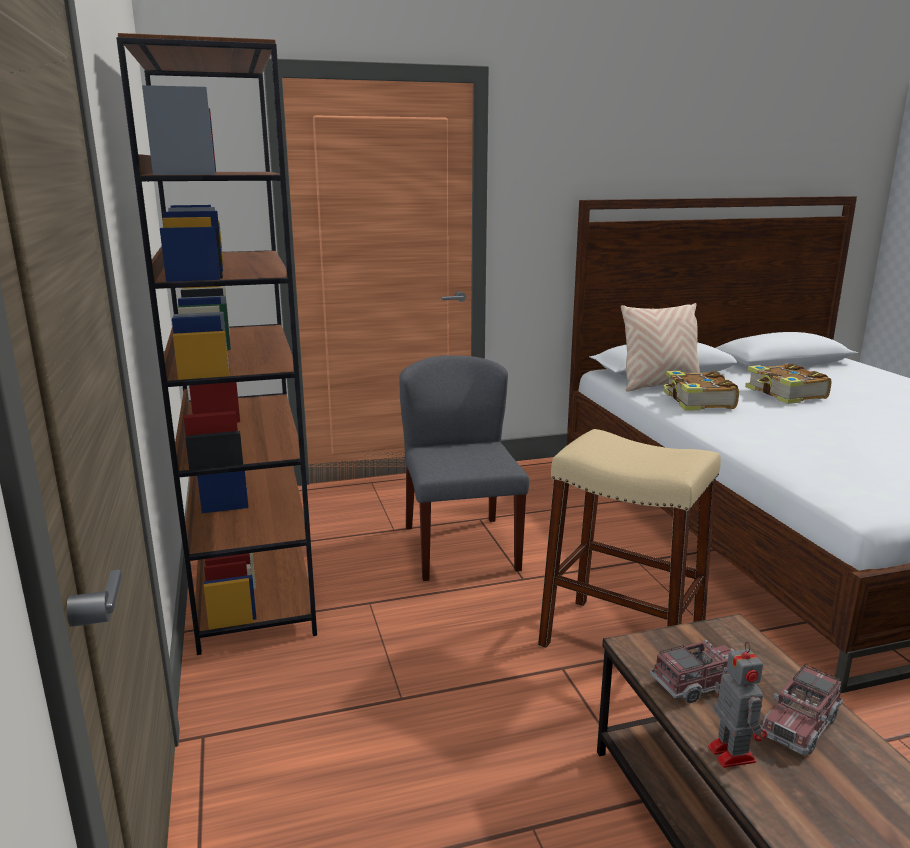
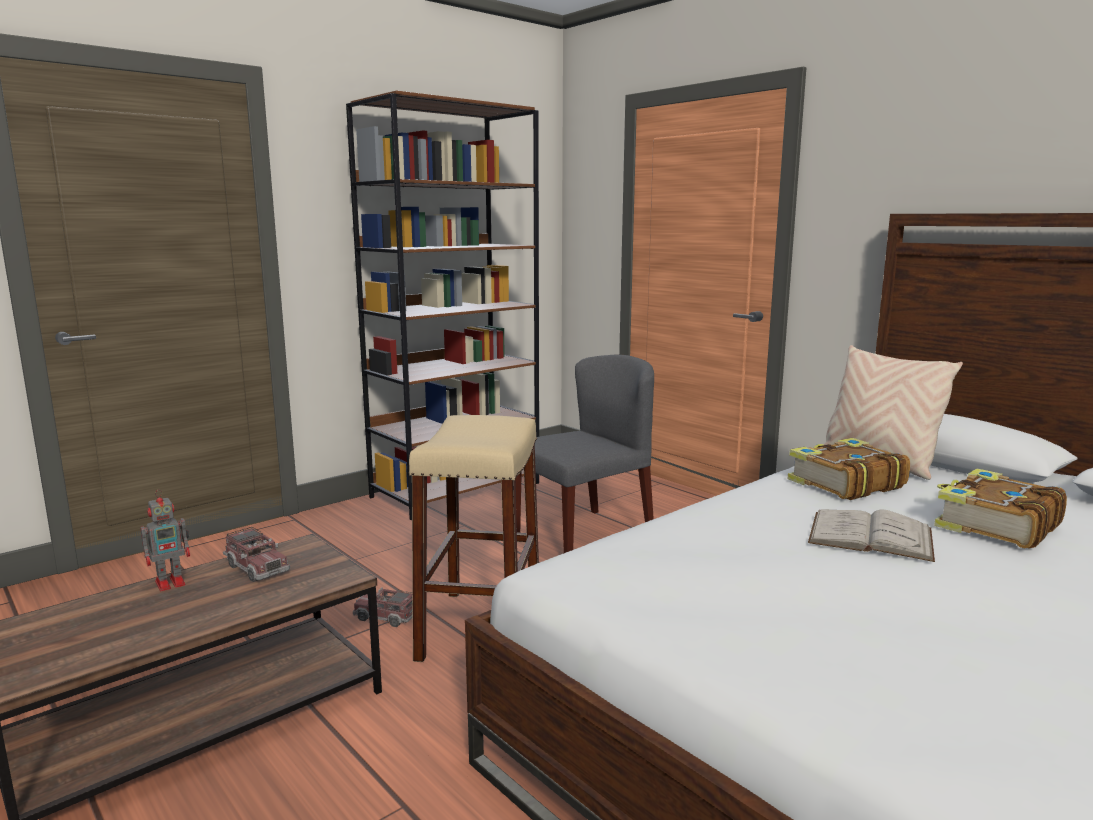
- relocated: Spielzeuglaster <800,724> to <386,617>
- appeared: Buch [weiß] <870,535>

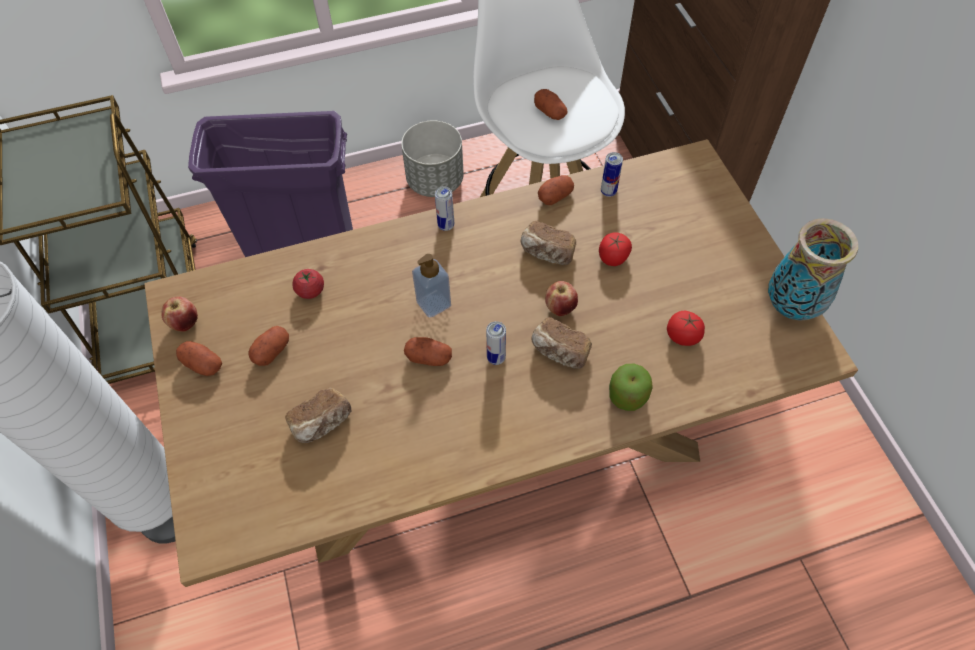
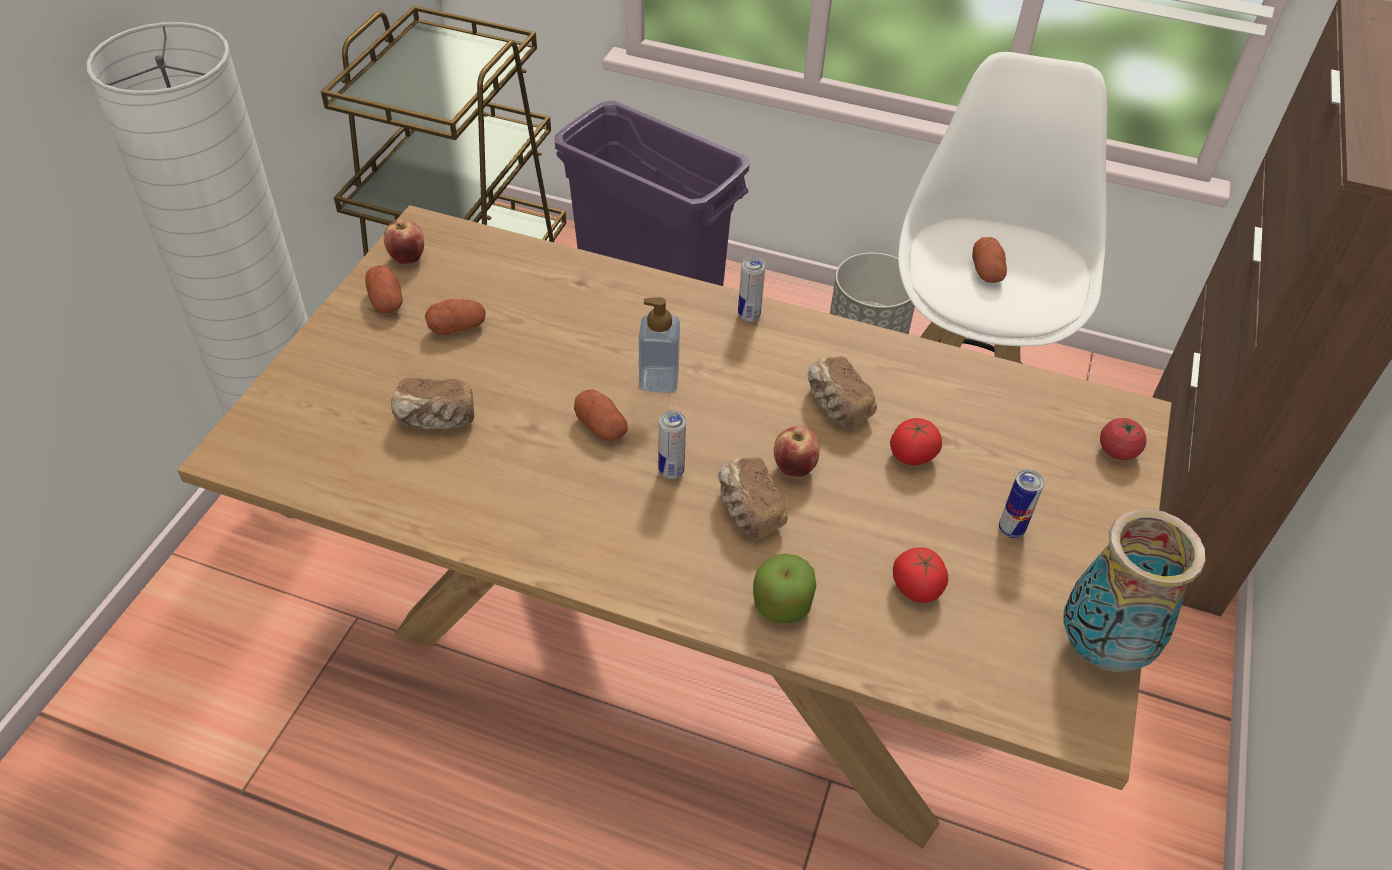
- relocated: Dose <608,192> to <1011,530>
- missing: Kartoffel <555,196>
- relocated: Tomate <310,291> to <1117,451>

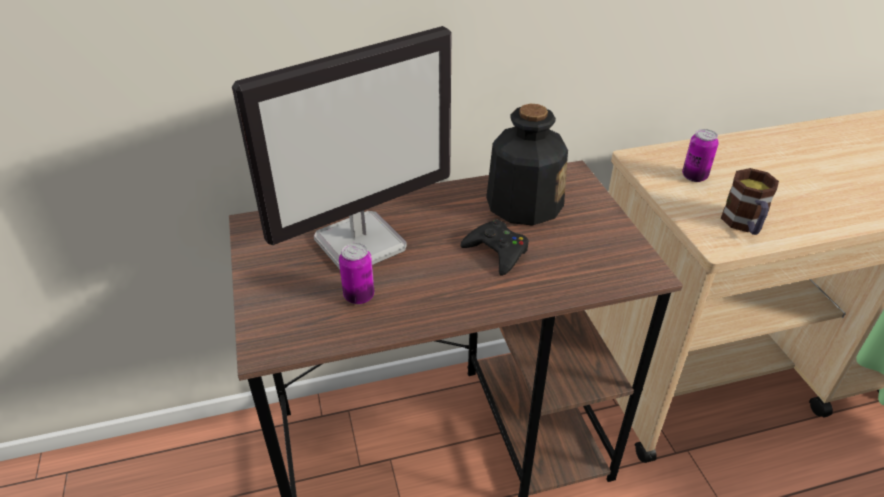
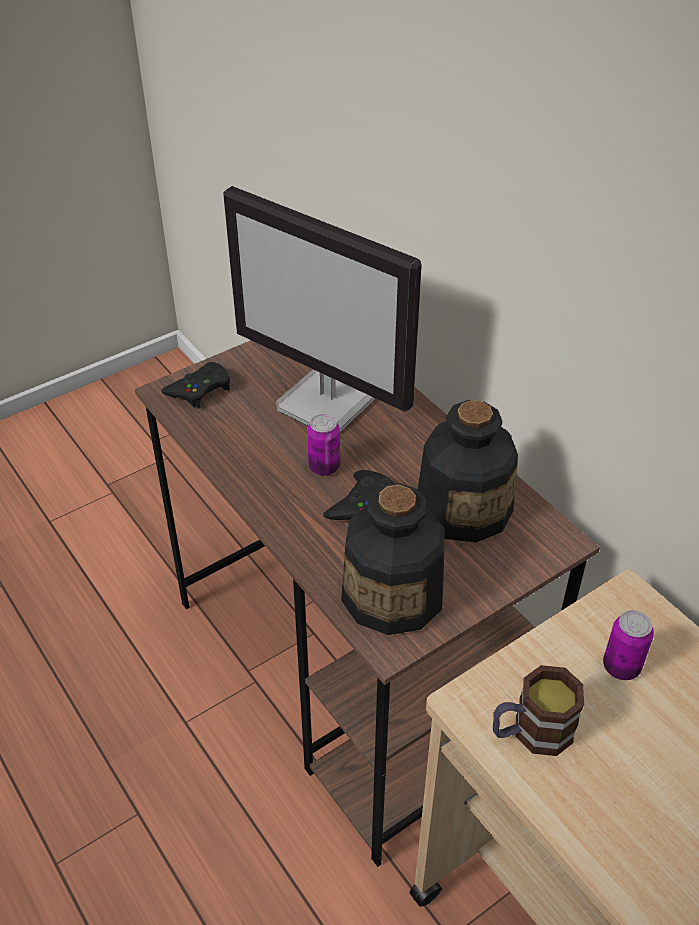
- relocated: Dose <359,296> to <324,467>
- appeared: Gamepad [schwarz] <200,390>
- appeared: Flasche <393,594>

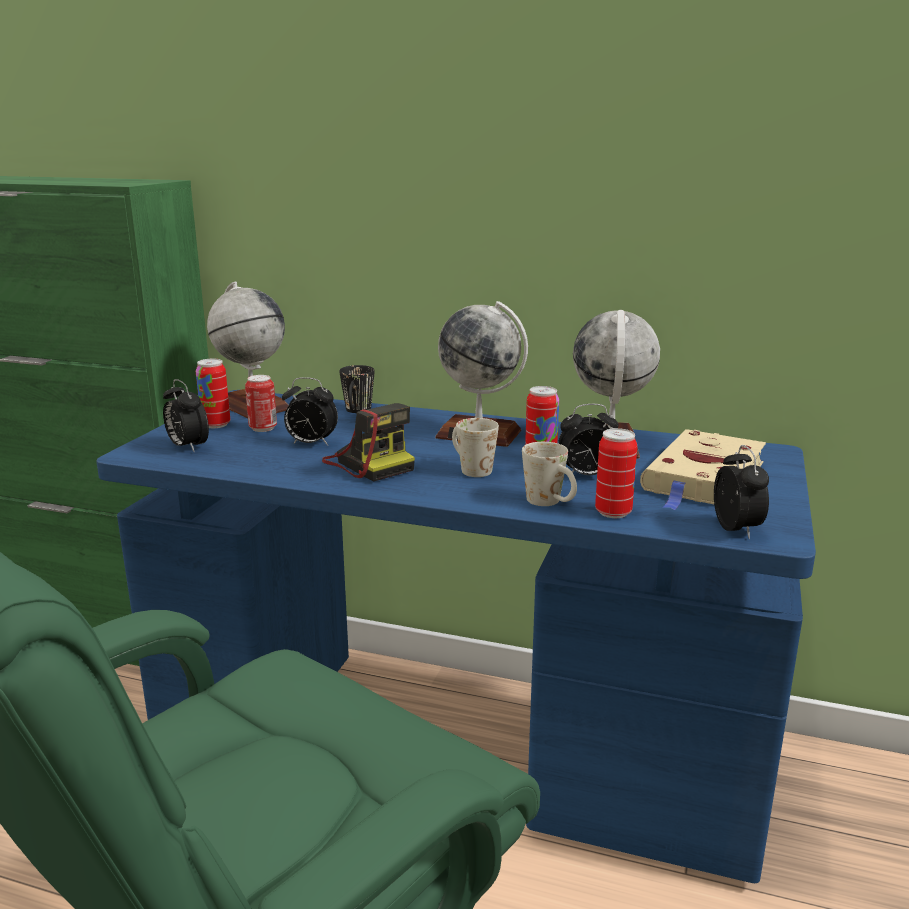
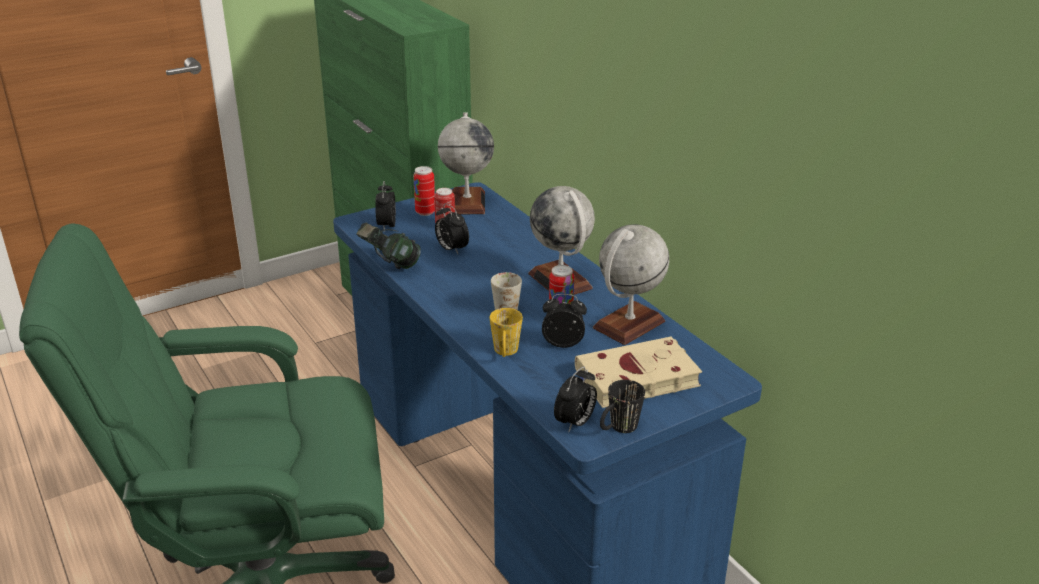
- relocated: Henkelbecher [schwarz] <357,412> to <618,429>
- missing: Kamera <369,463>
- spun: Wecker <586,476> = <563,343> 150 degrees clockwise
- missing: Dose <613,512>
- colour: Henkelbecher [weiß] <551,503> to Henkelbecher [gelb] <506,354>
- appeared: Kopfhörer <389,265>

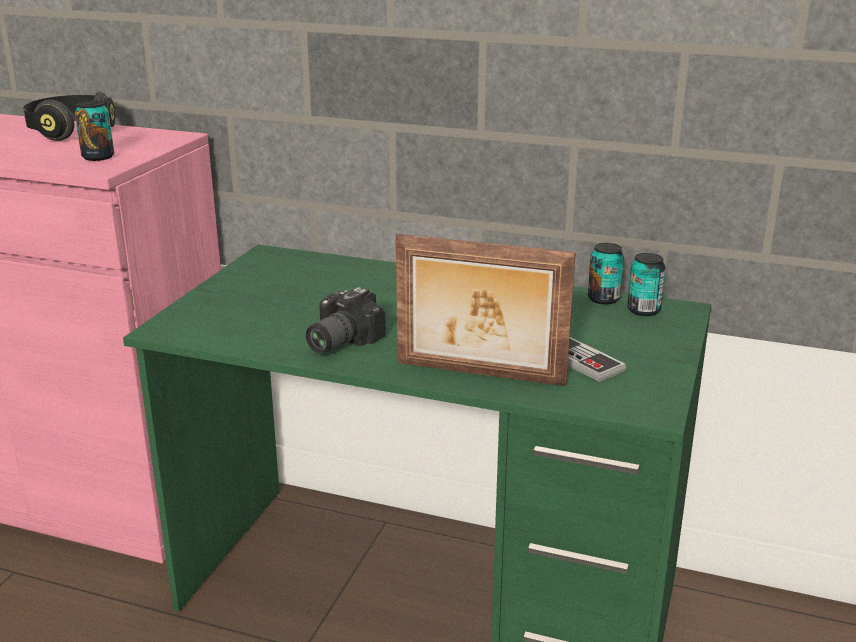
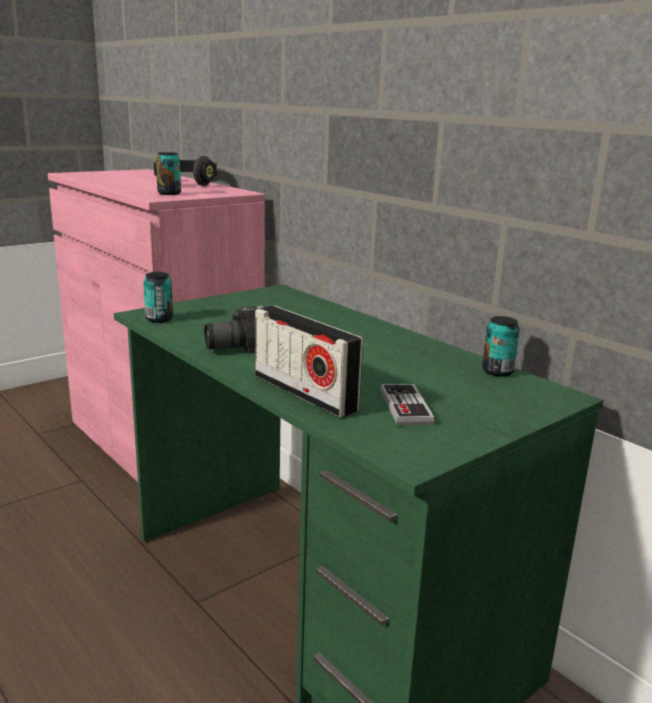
- exchanged: Bilderrahmen <479,375> to Radio <304,393>
- relocated: Dose <643,310> to <159,319>

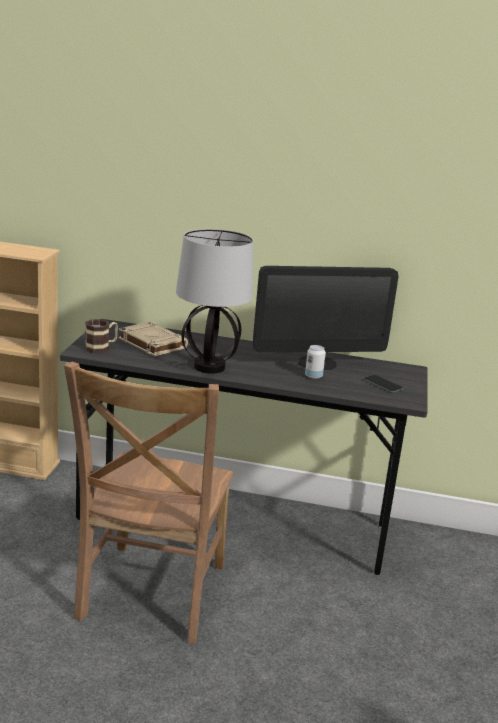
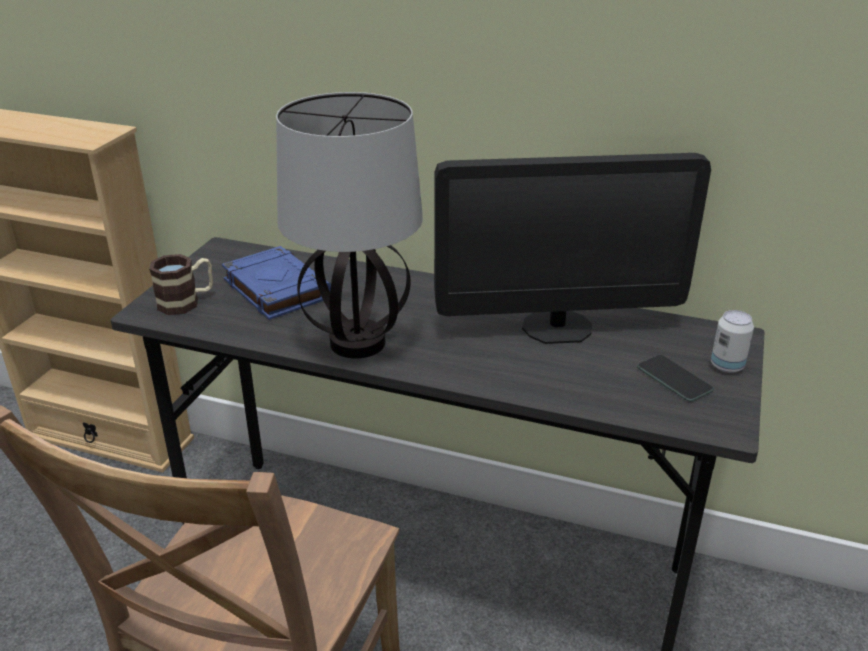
- colour: Buch [beige] <151,343> to Buch [blau] <276,288>
- relocated: Dose <313,376> to <727,366>

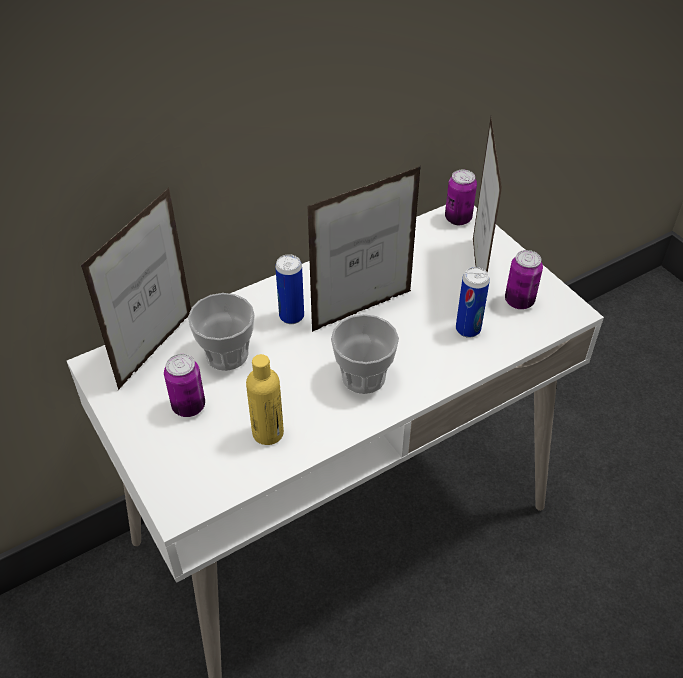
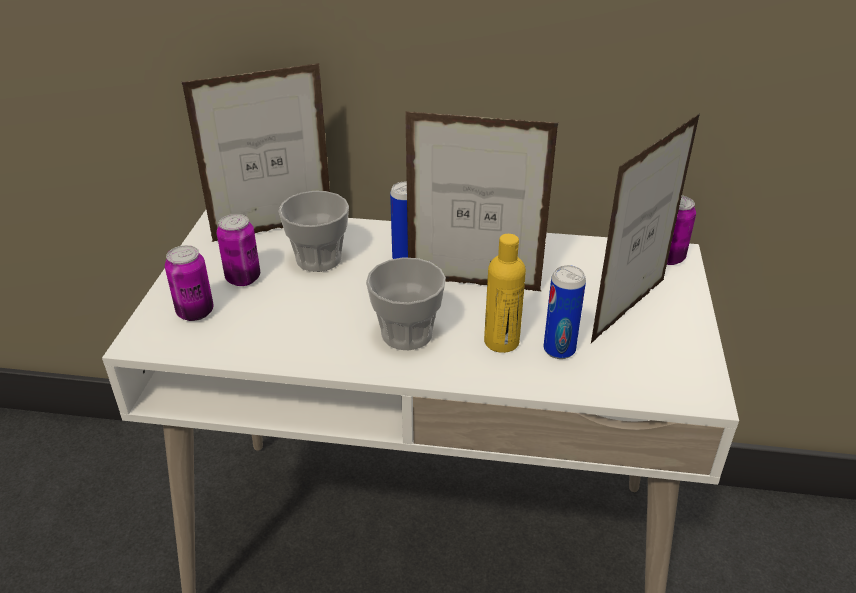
- relocated: Dose <519,301> to <195,312>
- relocated: Flasche [gelb] <268,433> to <501,341>

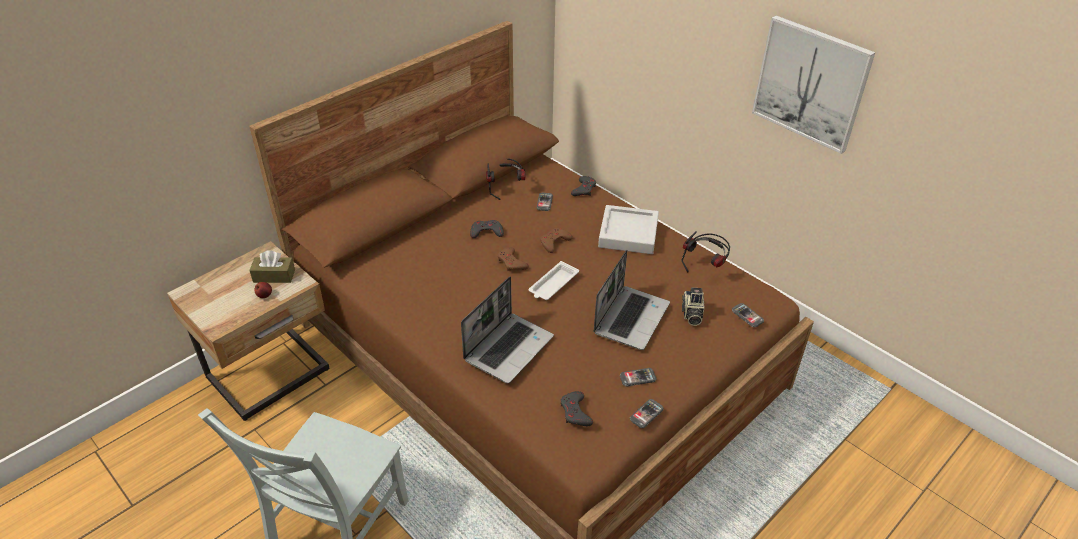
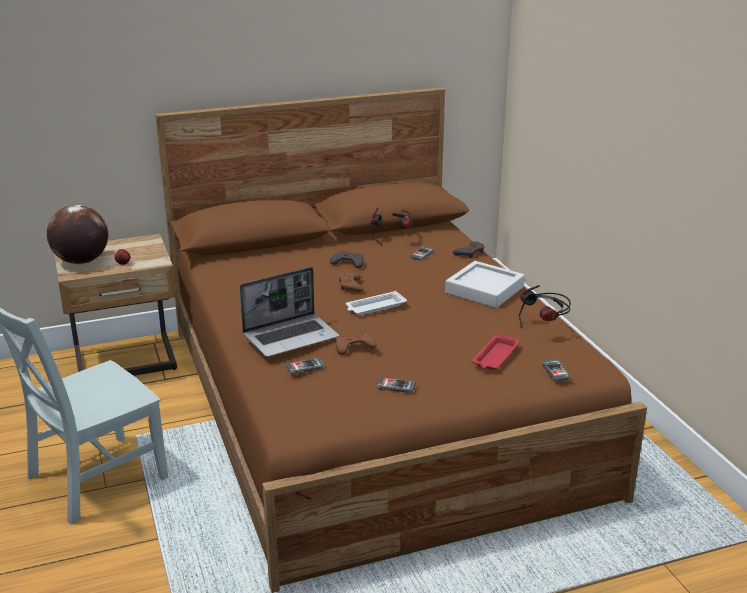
- missing: Bild <811,83>
- relocated: Gamepad [braun] <554,242> to <354,346>
- missing: Taschentuchbox [braun] <274,276>
- missing: Laptop <631,318>
- exchanged: Kamera <691,314> to Tablett [rot] <495,356>
- missing: Gamepad [grau] <575,412>
- relocated: Handy <646,414> to <305,367>
- appeared: Globus <81,261>

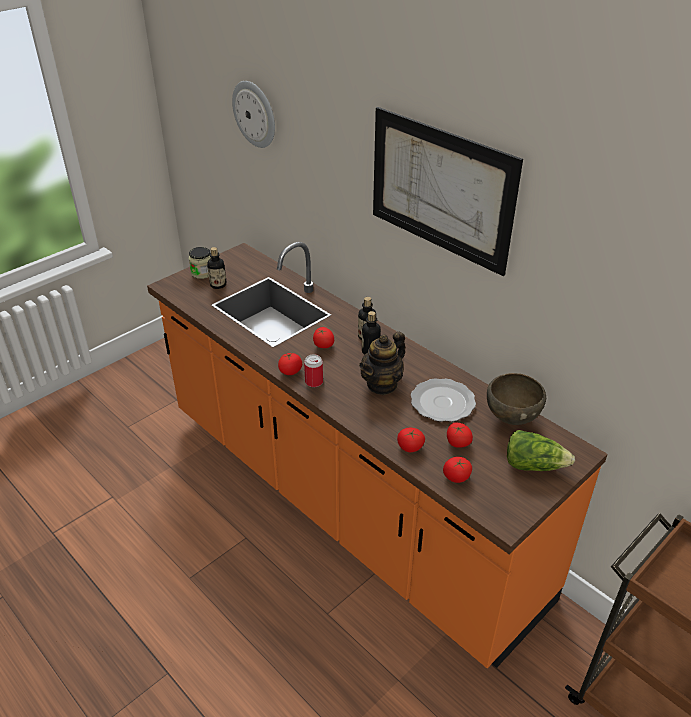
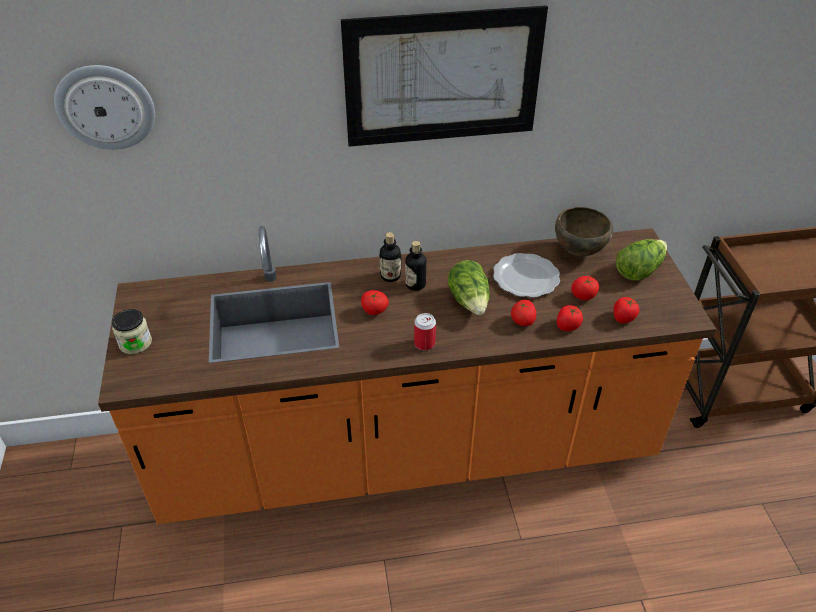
- missing: Flasche <218,285>
- exchanged: Teekanne <382,384> to Salatkopf <470,301>
- relocated: Tomate <290,371> to <522,321>

